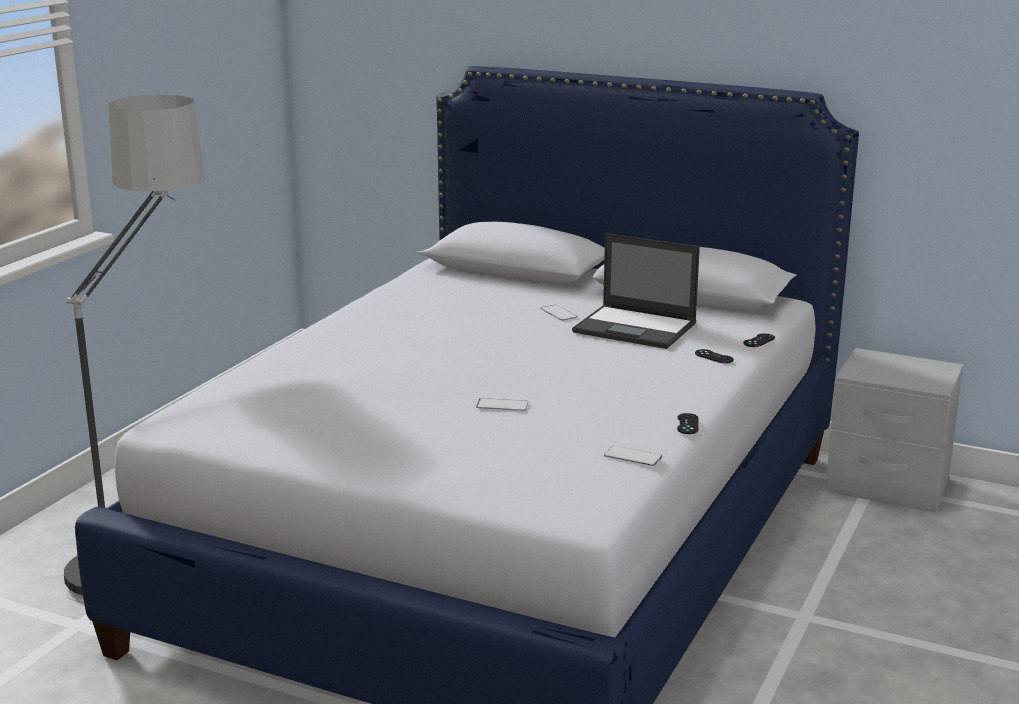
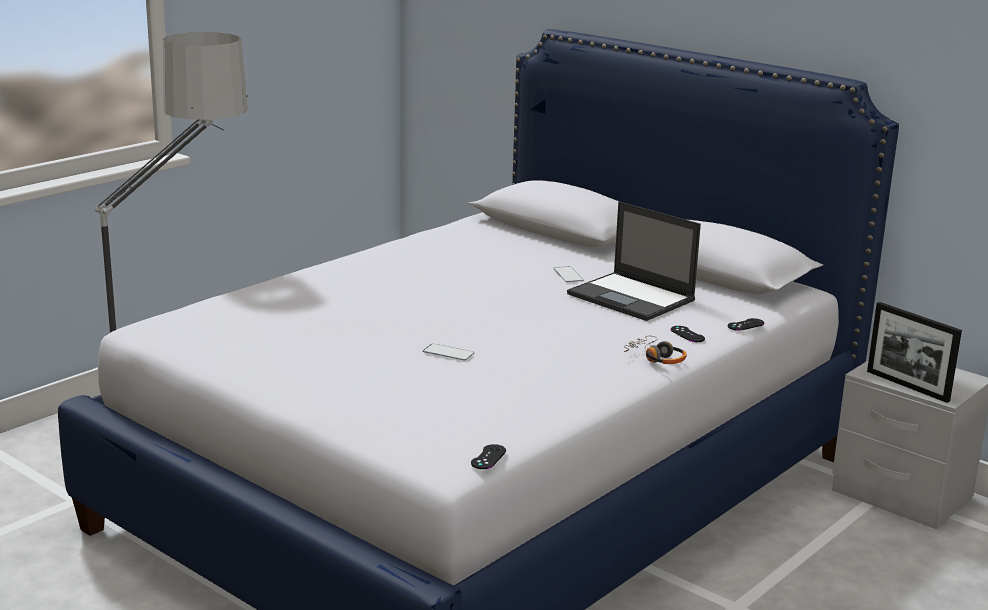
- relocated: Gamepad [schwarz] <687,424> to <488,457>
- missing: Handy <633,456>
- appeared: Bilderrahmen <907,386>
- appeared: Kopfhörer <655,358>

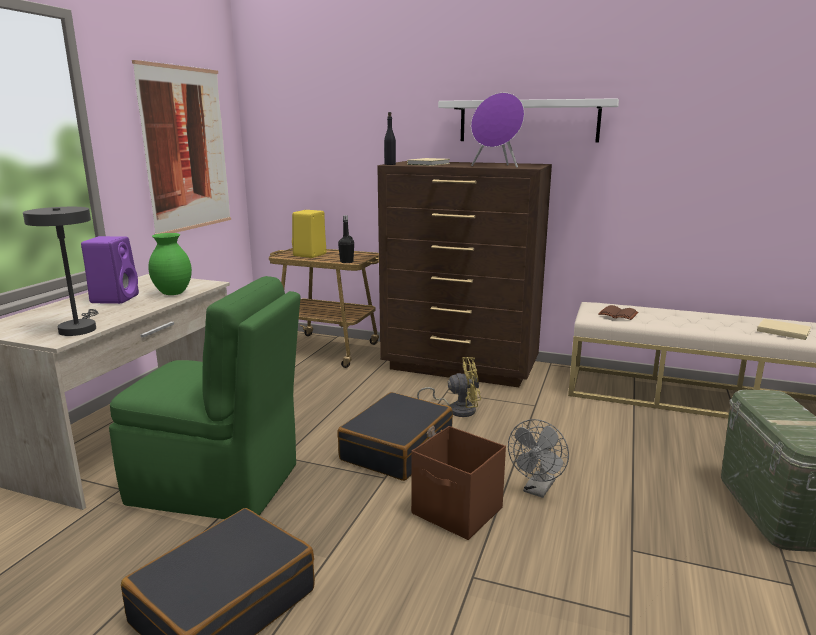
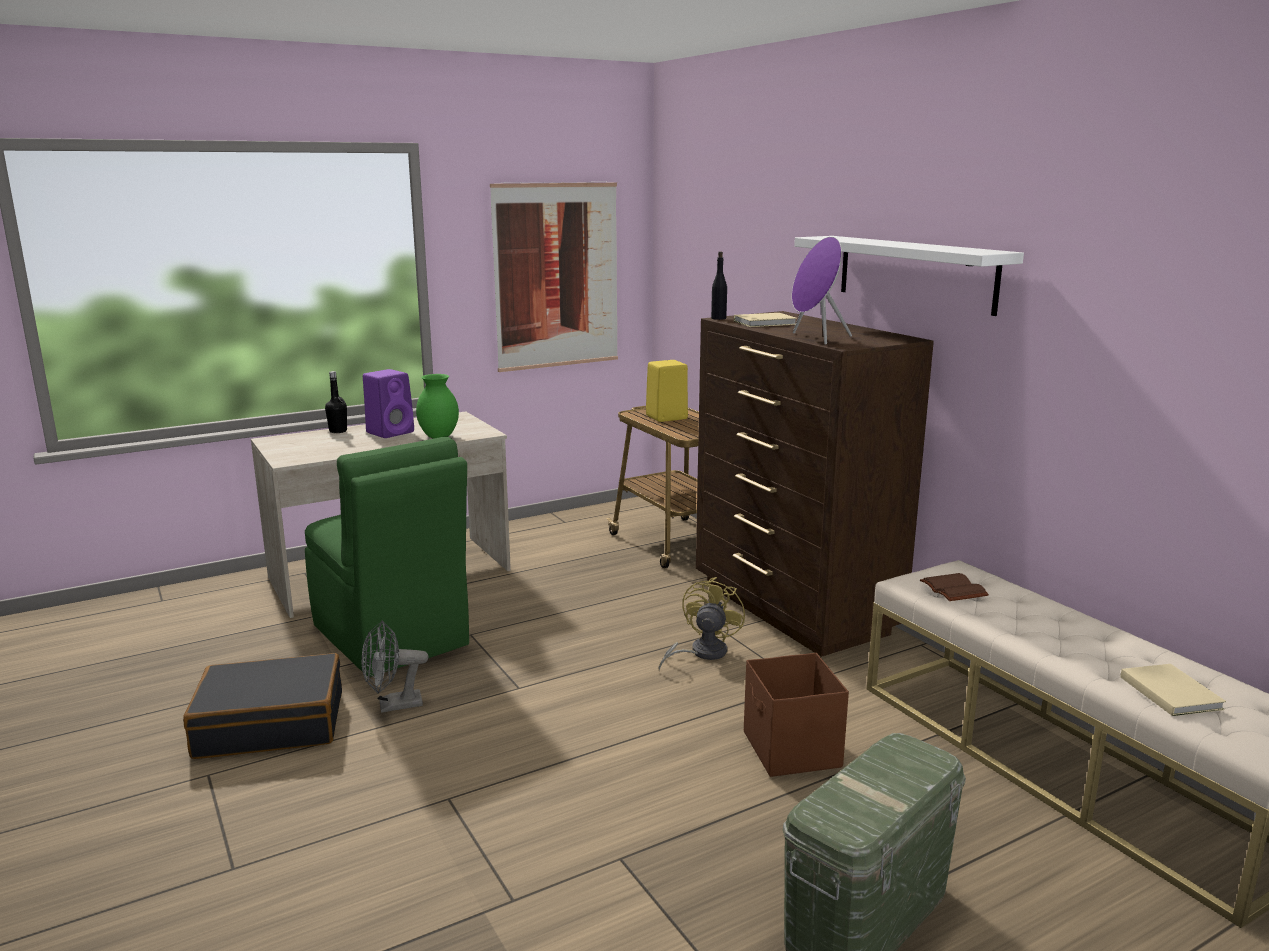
- missing: Tischlampe [grau] <78,328>
- relocated: Flasche [schwarz] <346,262> to <338,431>
- spun: Ventilator [gelb] <457,409> = <701,653> 105 degrees counterclockwise
- missing: Koffer [schwarz] <398,449>
- relocated: Ventilator [grau] <537,490> to <393,705>
- relocated: Aufbewahrungsbox [braun] <457,512> to <791,751>

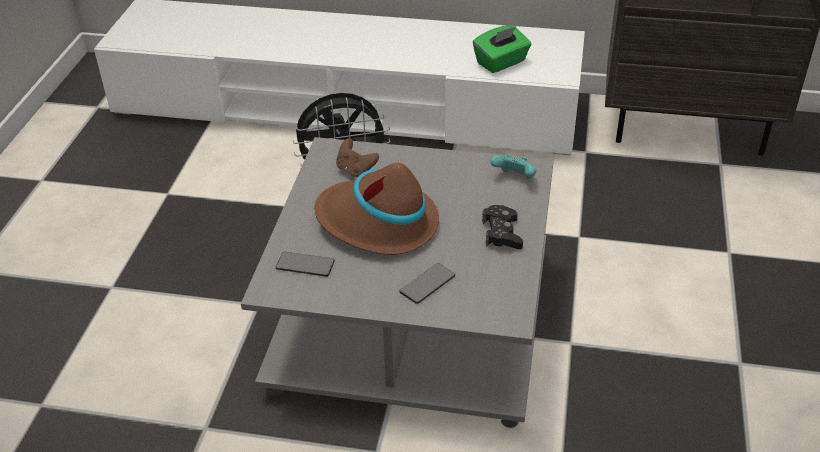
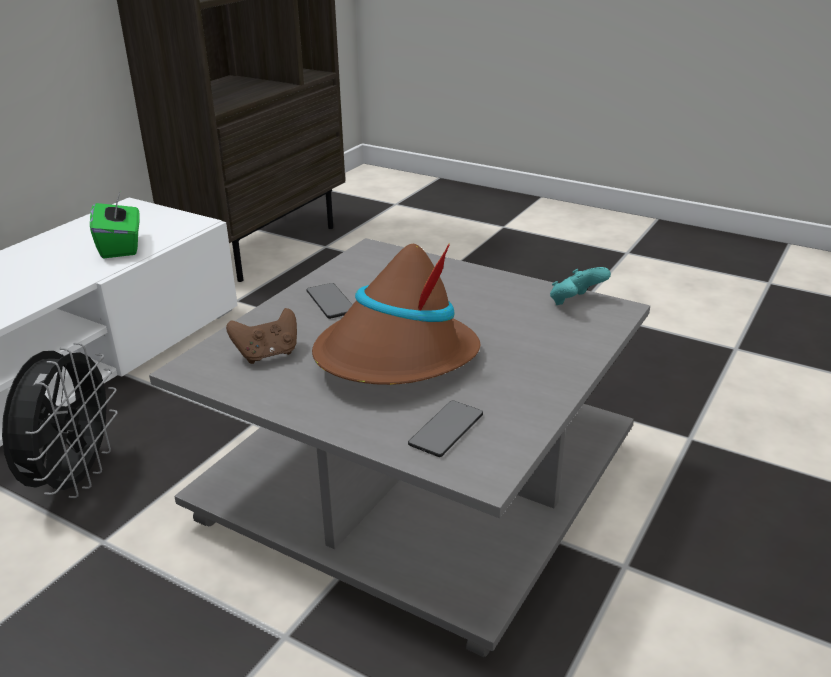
- relocated: Gamepad [türkis] <514,178> to <575,302>
- missing: Gamepad [schwarz] <502,233>
- relocated: Handy <427,284> to <330,302>

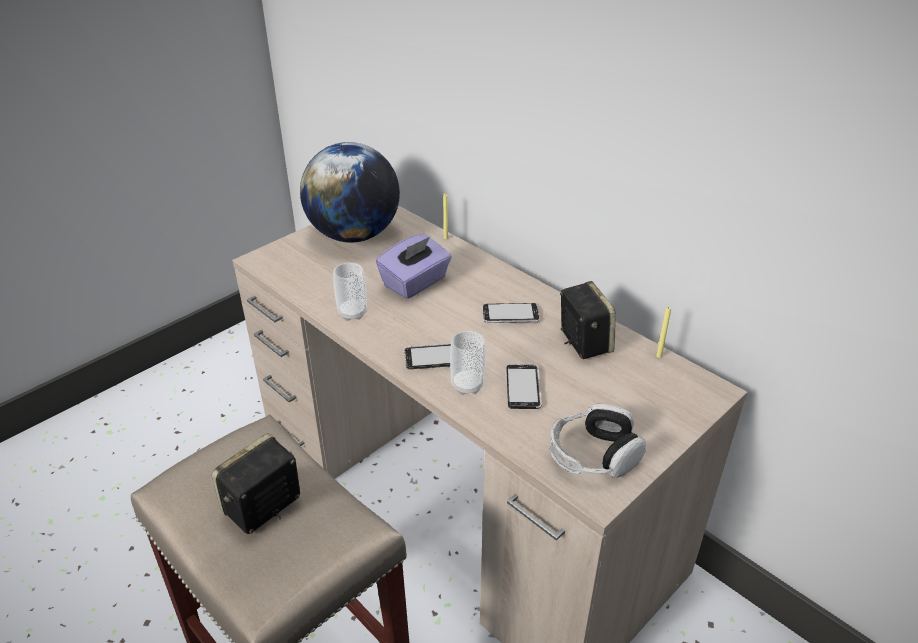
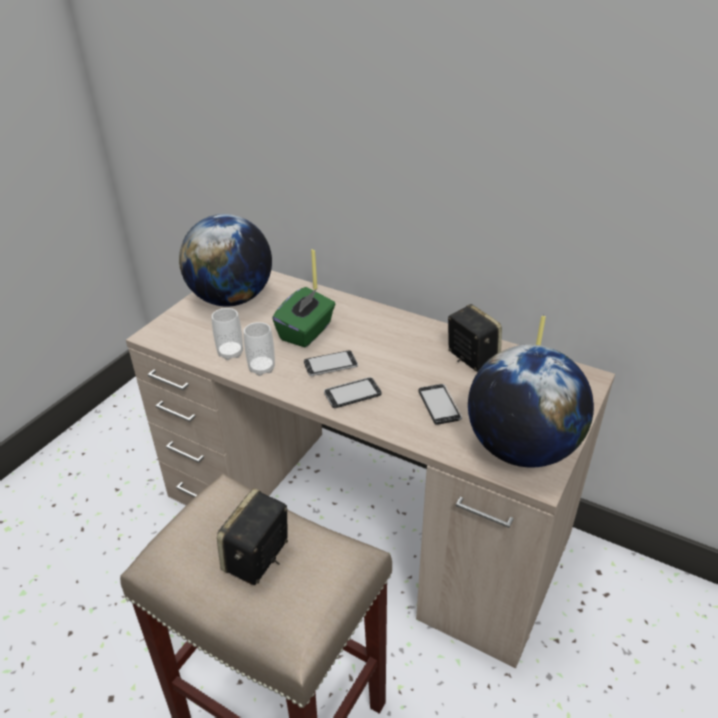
- colour: Taschentuchbox [lila] <415,283> to Taschentuchbox [grün] <306,332>
- relocated: Handy <510,315> to <330,365>
- relocated: Tasse <467,385> to <230,353>
- exchanged: Kopfhörer <593,454> to Globus <521,449>

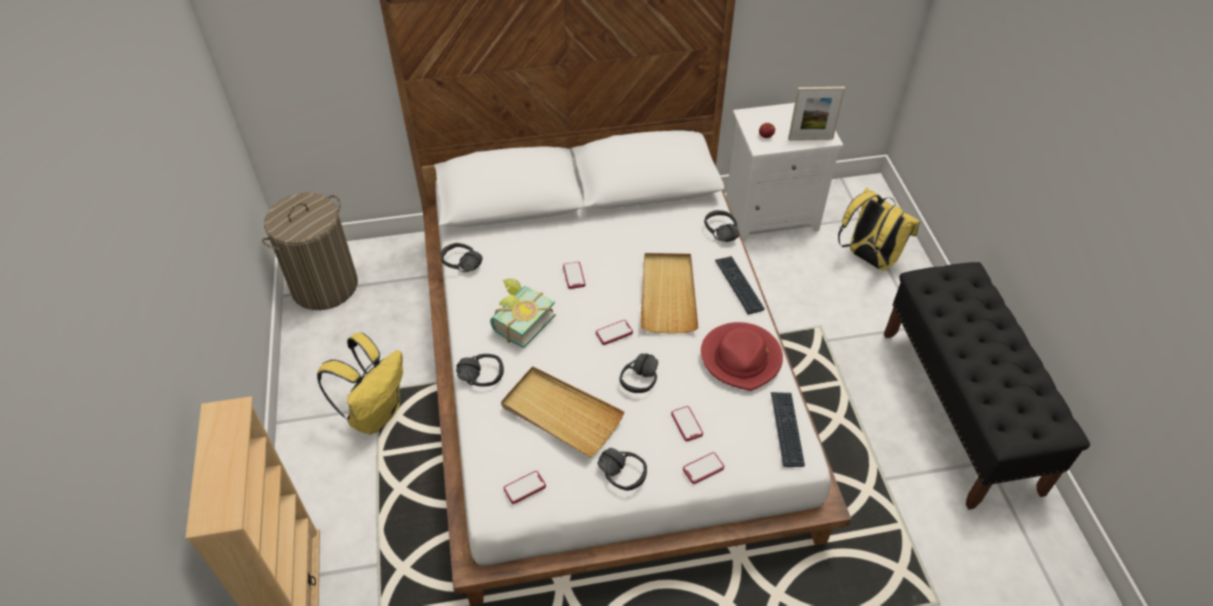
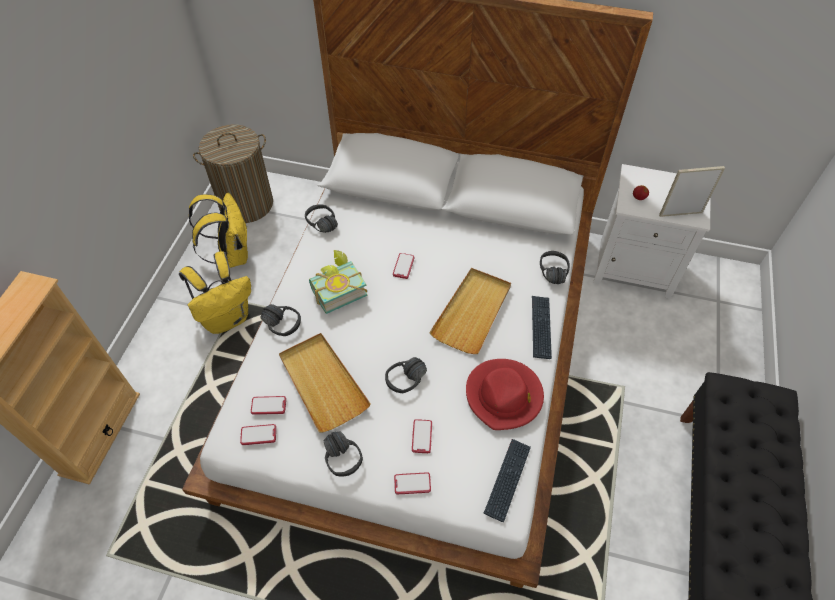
- spun: Bilderrahmen <810,139> = <680,213> 150 degrees clockwise
- relocated: Rucksack [gelb] <868,258> to <232,255>
- relocated: Handy <614,333> to <268,406>

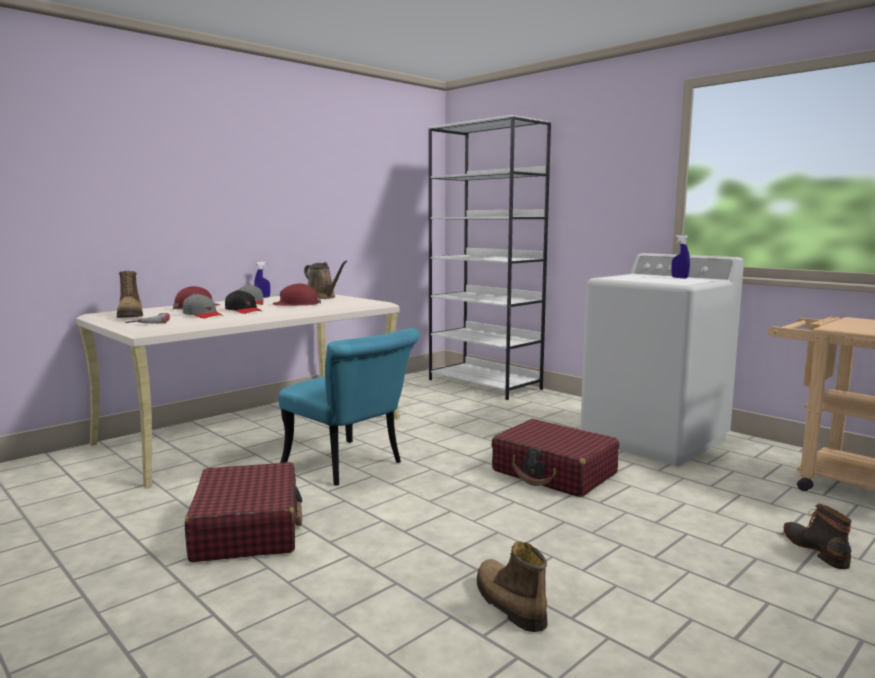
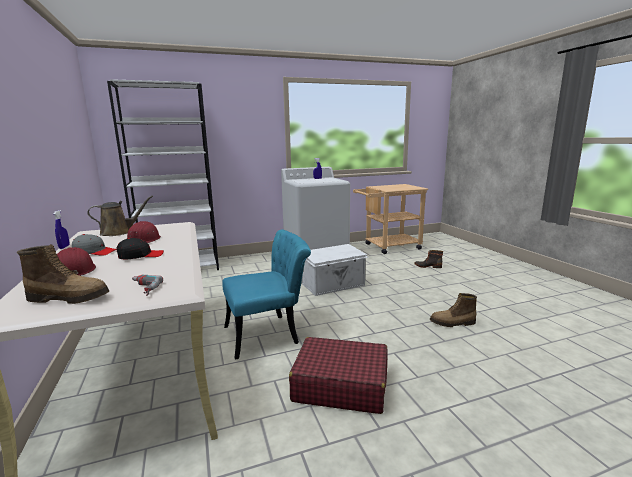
- missing: Kappe [grau] <203,315>
- exchanged: Koffer [rot] <554,472> to Aufbewahrungsbox [weiß] <333,284>

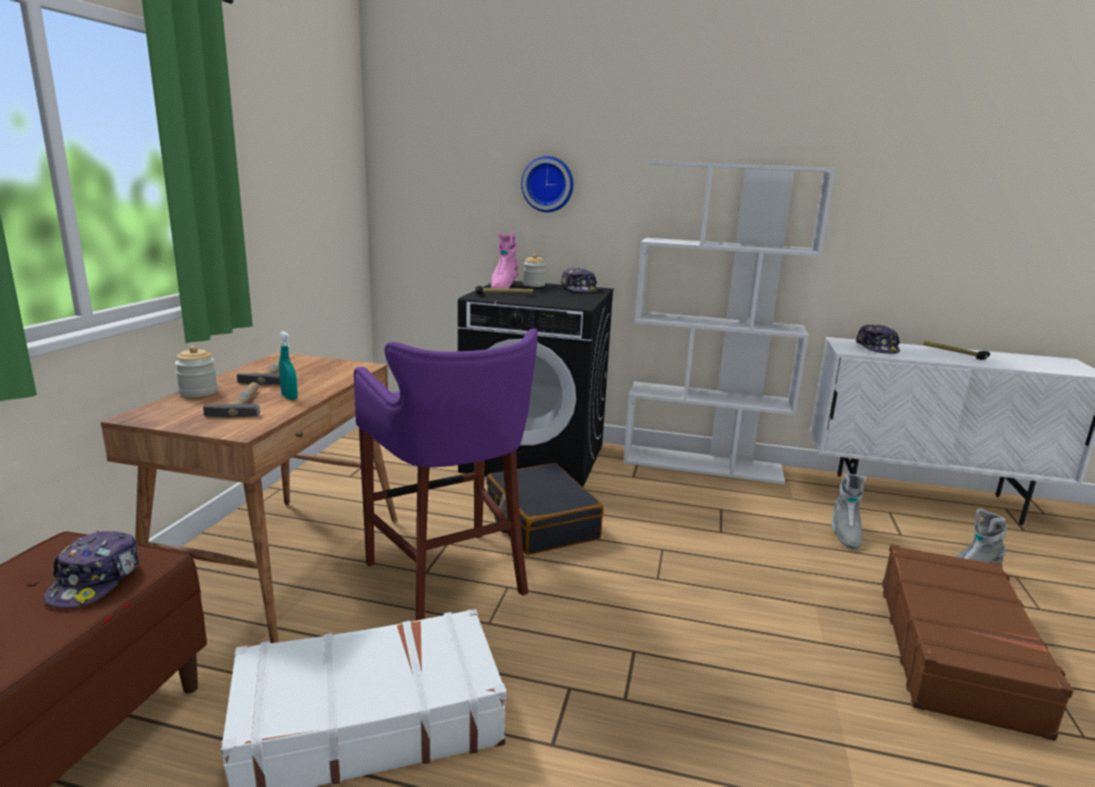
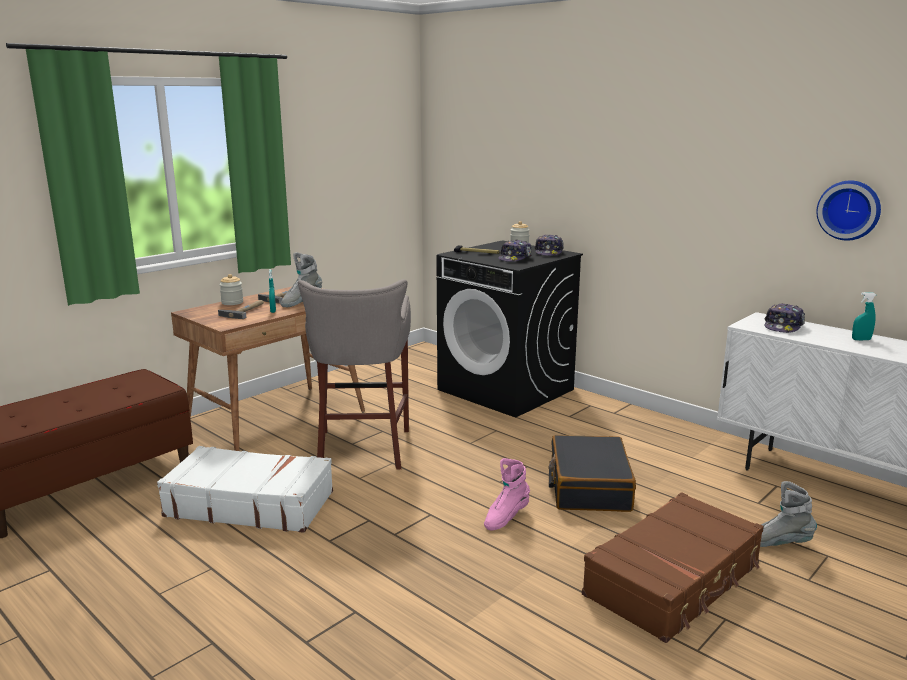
- relocated: Wanduhr <548,184> to <849,210>
- missing: Bücherregal [weiß] <703,464>
- relocated: Stiefel [rosa] <503,287> to <505,517>
- colour: Hocker [lila] <450,579> to Hocker [grau] <362,450>
- exchanged: Hammer <953,353> to Sprühflasche [türkis] <861,339>
- relocated: Koffer [schwarz] <540,523> to <588,487>
- relocated: Stiefel [grau] <844,534> to <301,302>
- relocated: Kappe <96,581> to <515,258>

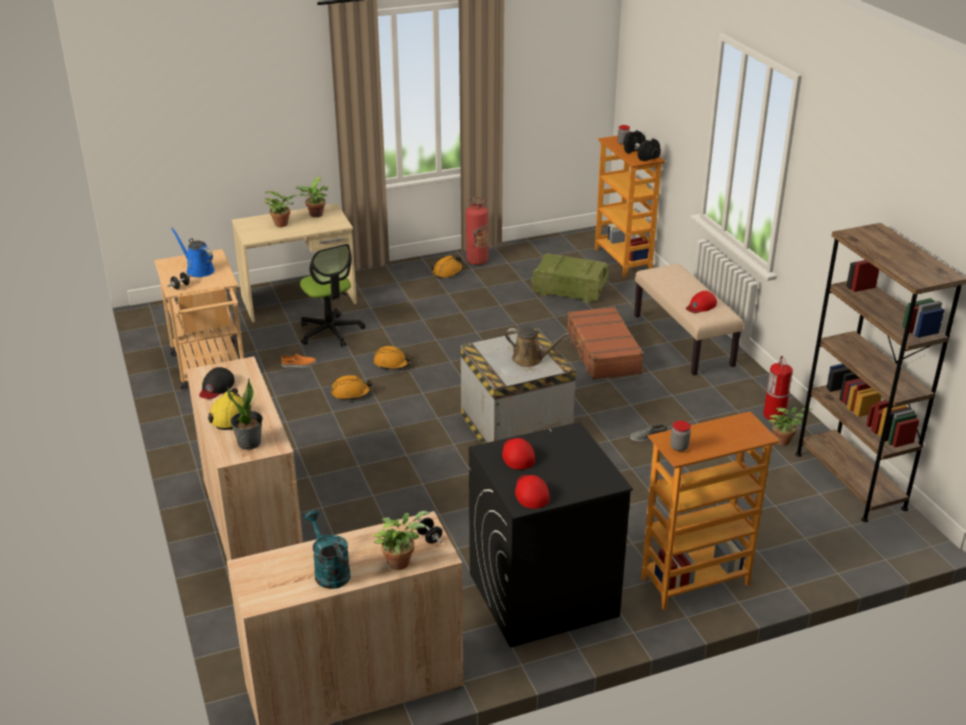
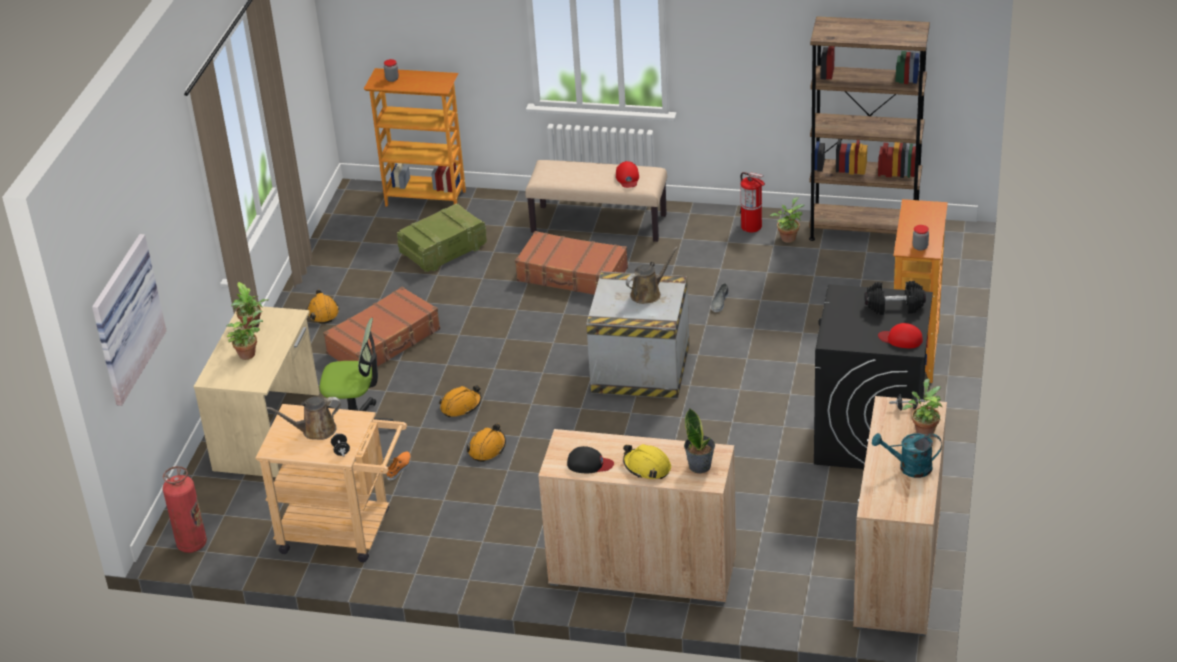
- relocated: Hantel [schwarz] <640,155> to <894,307>
- relocated: Feuerlöscher <477,261> to <192,544>
- colour: Gießkanne [blau] <198,270> to Gießkanne [braun] <315,431>
- spun: Kappe [schwarz] <216,387> = <589,464> 45 degrees counterclockwise
- missing: Kappe [rot] <517,455>
- appeared: Bild <123,318>
- appeared: Koffer [braun] <384,342>

